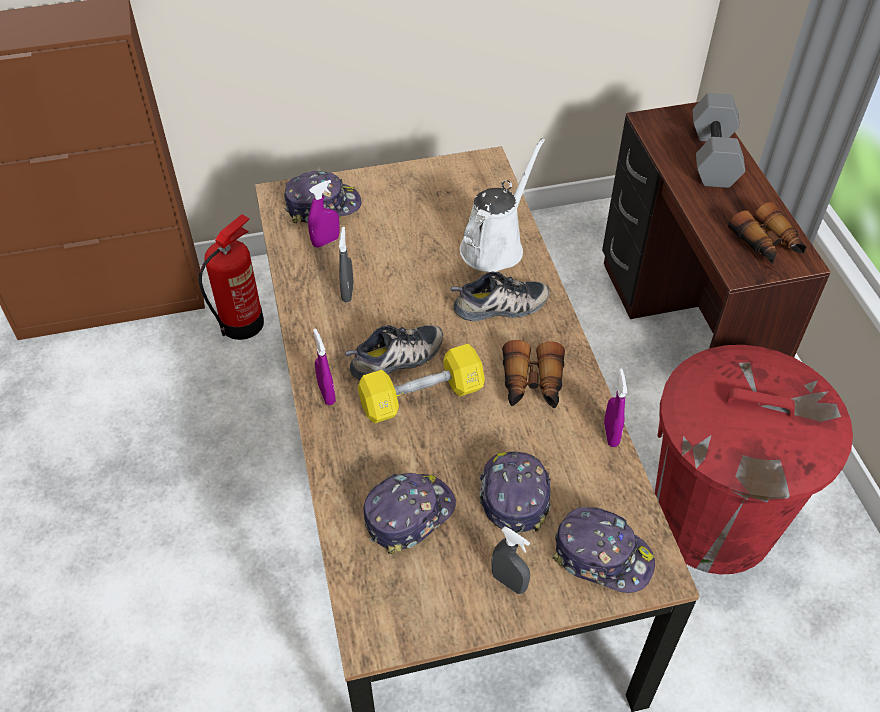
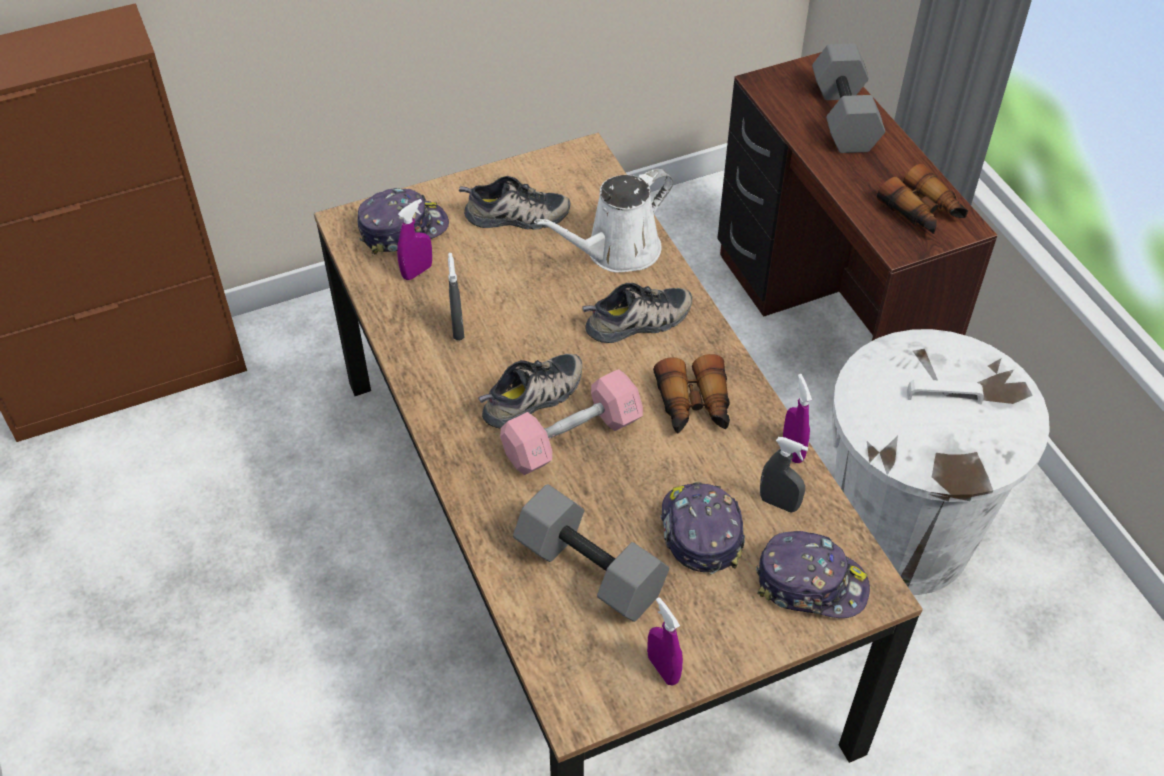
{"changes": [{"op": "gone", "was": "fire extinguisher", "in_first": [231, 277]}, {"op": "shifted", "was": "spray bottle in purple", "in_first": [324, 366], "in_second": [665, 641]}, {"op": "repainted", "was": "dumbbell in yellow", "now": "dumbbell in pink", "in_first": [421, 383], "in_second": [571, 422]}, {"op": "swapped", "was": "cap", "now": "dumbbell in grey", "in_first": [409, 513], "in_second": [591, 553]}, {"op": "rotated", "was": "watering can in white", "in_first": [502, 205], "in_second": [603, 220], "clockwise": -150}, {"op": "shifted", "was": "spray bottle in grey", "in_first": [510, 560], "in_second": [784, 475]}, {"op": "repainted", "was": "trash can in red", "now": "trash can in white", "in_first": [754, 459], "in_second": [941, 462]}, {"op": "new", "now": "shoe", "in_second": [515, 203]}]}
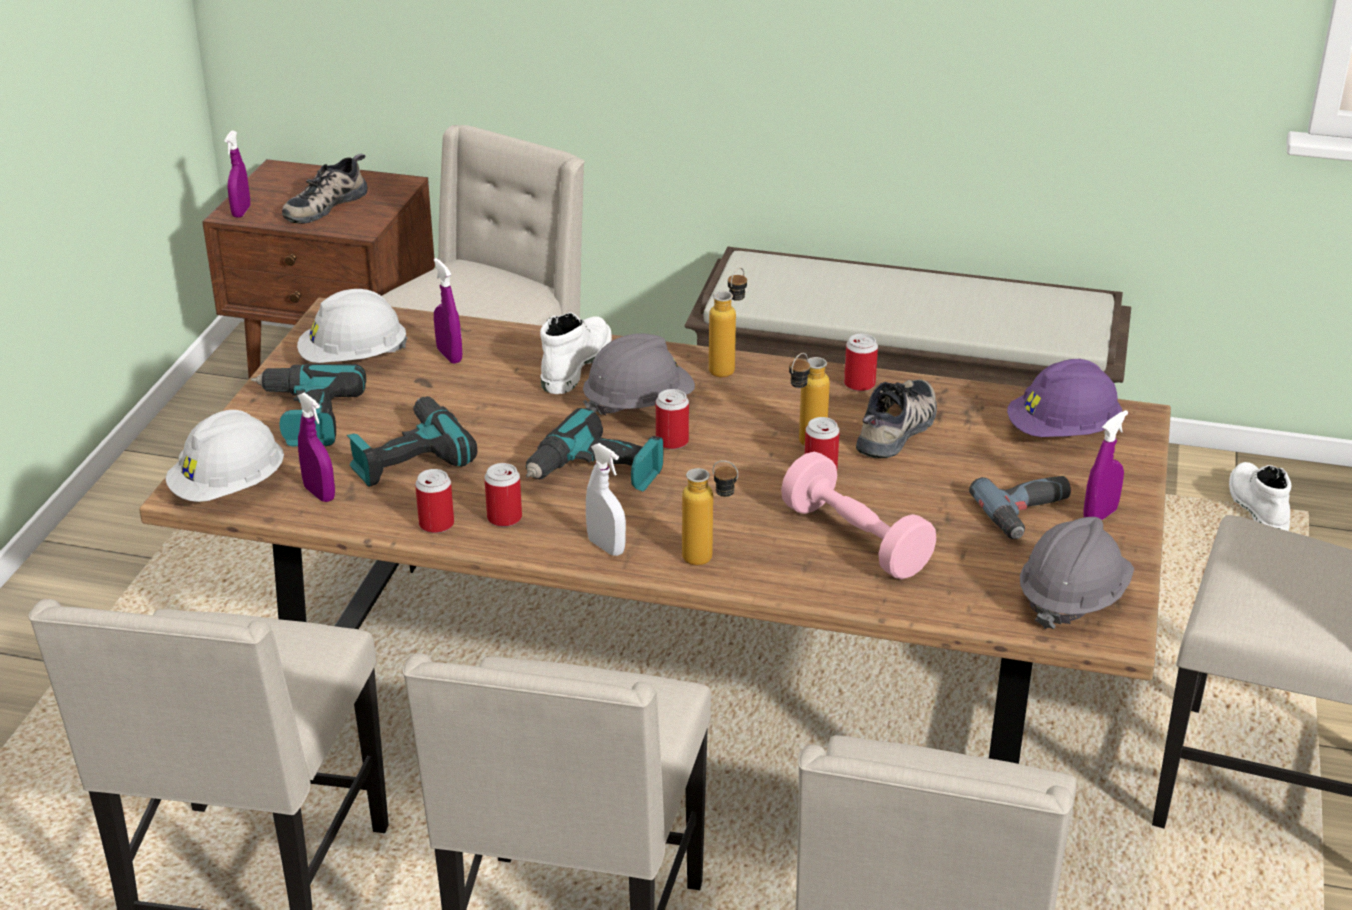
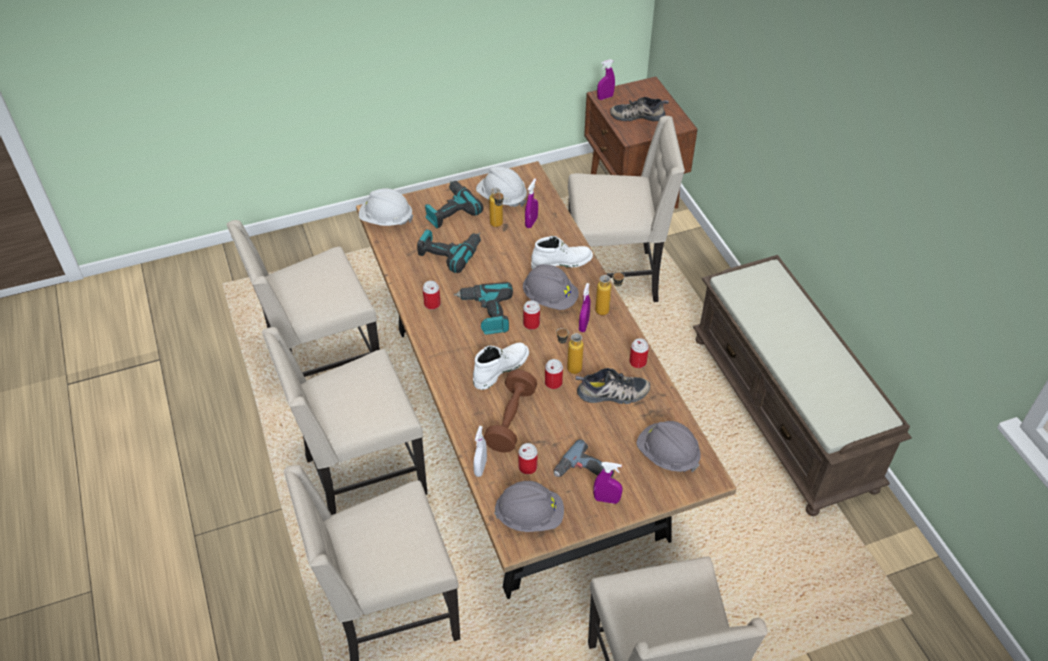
{"changes": [{"op": "shifted", "was": "spray bottle in purple", "in_first": [316, 447], "in_second": [584, 307]}, {"op": "shifted", "was": "can", "in_first": [434, 501], "in_second": [527, 458]}, {"op": "shifted", "was": "spray bottle in white", "in_first": [606, 499], "in_second": [480, 451]}, {"op": "shifted", "was": "bottle", "in_first": [710, 512], "in_second": [496, 207]}, {"op": "repainted", "was": "dumbbell in pink", "now": "dumbbell in brown", "in_first": [858, 515], "in_second": [510, 411]}, {"op": "repainted", "was": "hard hat in purple", "now": "hard hat in grey", "in_first": [1064, 398], "in_second": [668, 446]}, {"op": "shifted", "was": "boot in white", "in_first": [1260, 496], "in_second": [501, 366]}]}
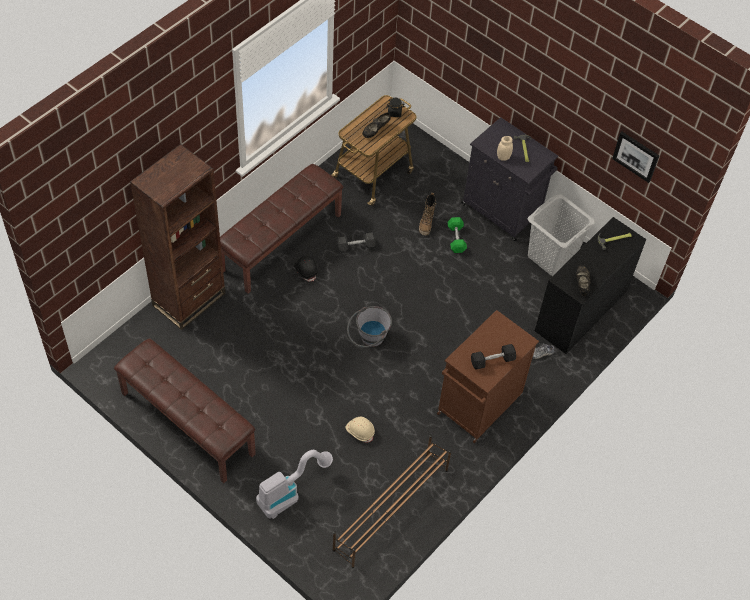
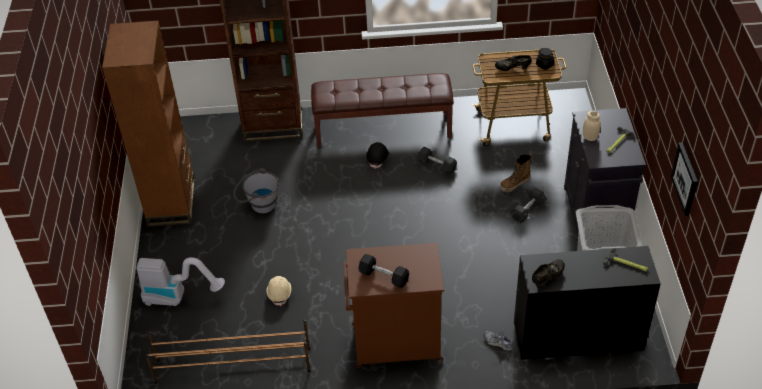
{"changes": [{"op": "swapped", "was": "bench in brown", "now": "bookcase in brown", "in_first": [185, 411], "in_second": [148, 124]}, {"op": "shifted", "was": "bucket in grey", "in_first": [369, 327], "in_second": [256, 190]}, {"op": "repainted", "was": "dumbbell in green", "now": "dumbbell in grey", "in_first": [457, 235], "in_second": [528, 205]}]}
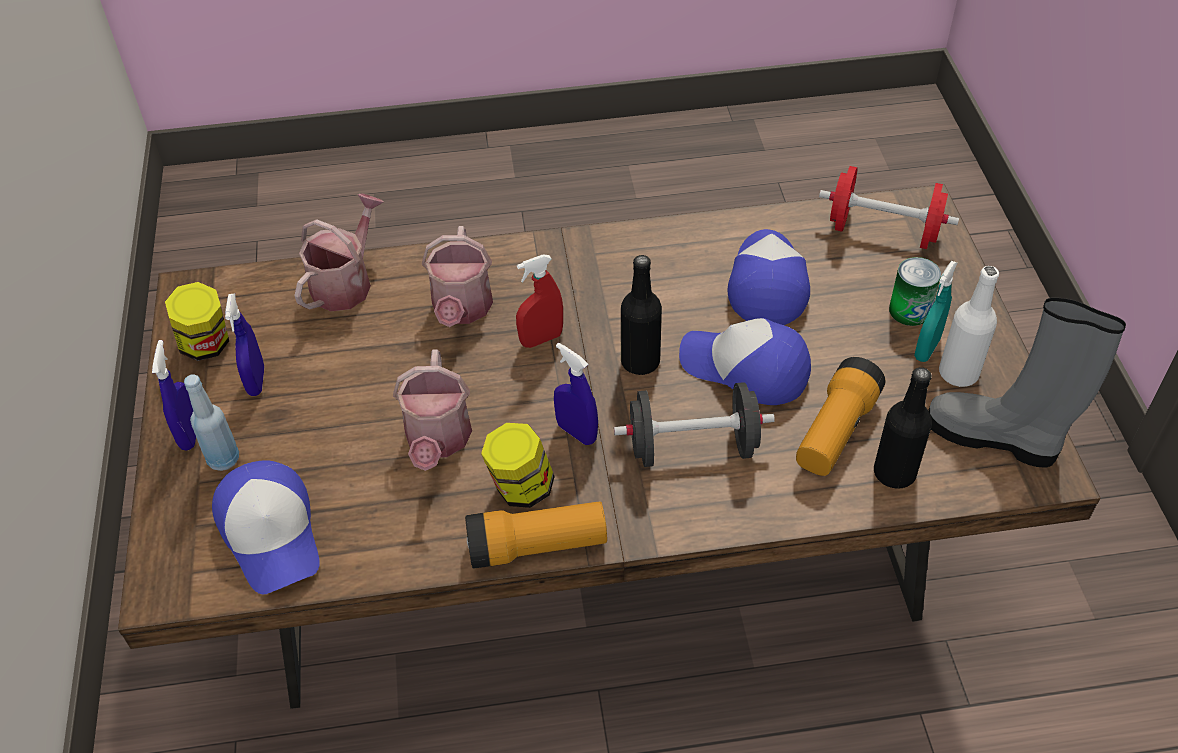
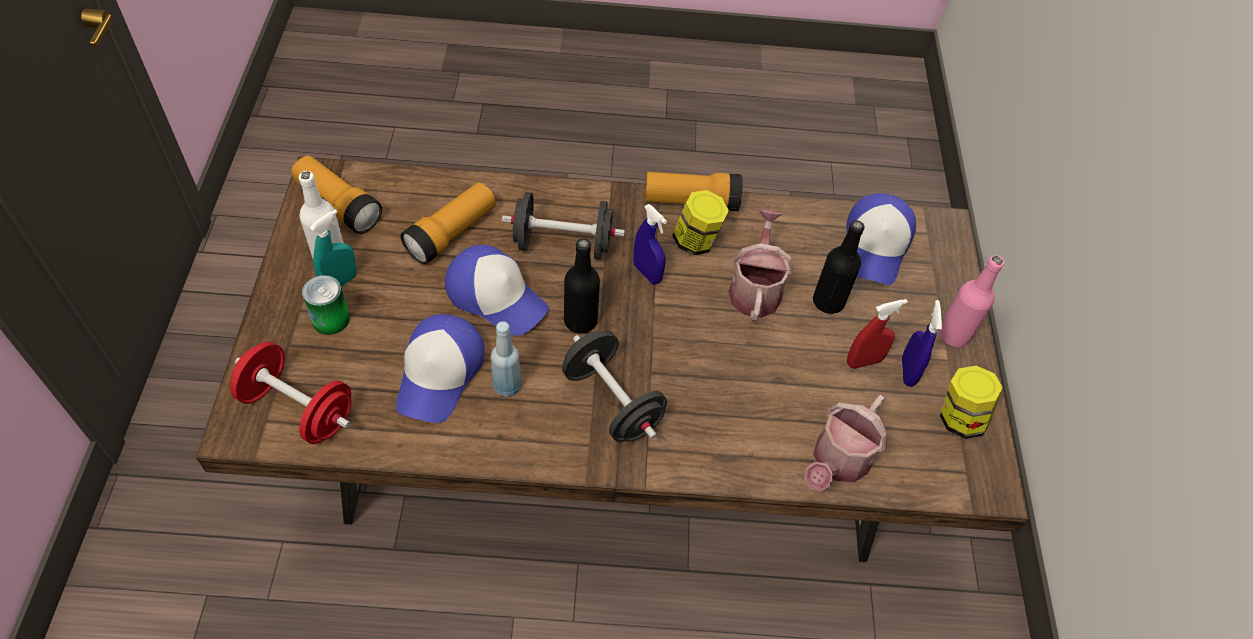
{"changes": [{"op": "swapped", "was": "spray bottle in blue", "now": "bottle in pink", "in_first": [174, 395], "in_second": [971, 301]}, {"op": "shifted", "was": "bottle in blue", "in_first": [211, 423], "in_second": [506, 359]}, {"op": "rotated", "was": "cap", "in_first": [266, 527], "in_second": [881, 239], "clockwise": -150}, {"op": "gone", "was": "watering can", "in_first": [457, 276]}, {"op": "shifted", "was": "spray bottle in red", "in_first": [539, 301], "in_second": [877, 334]}, {"op": "shifted", "was": "bottle in black", "in_first": [903, 428], "in_second": [838, 267]}, {"op": "swapped", "was": "boot in grey", "now": "flashlight", "in_first": [1027, 382], "in_second": [336, 194]}, {"op": "new", "now": "dumbbell in black", "in_second": [614, 386]}]}
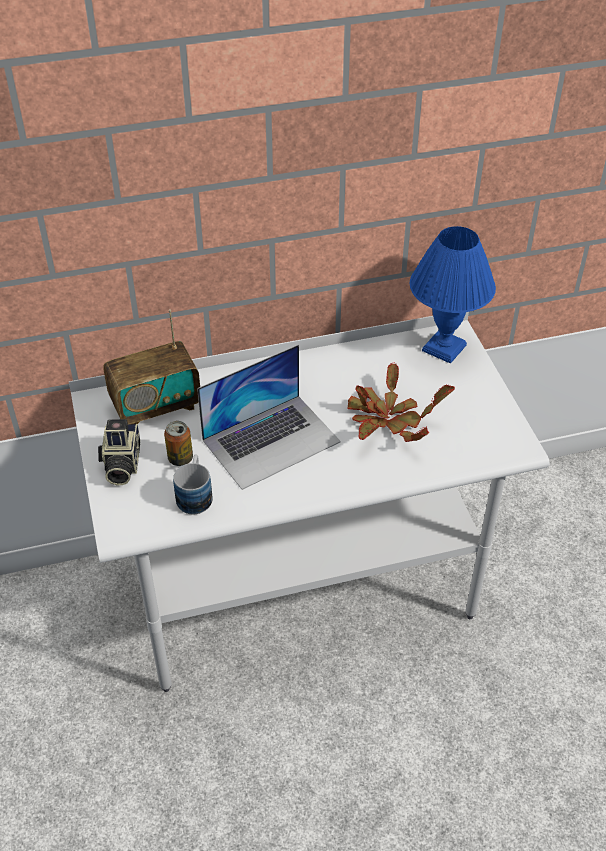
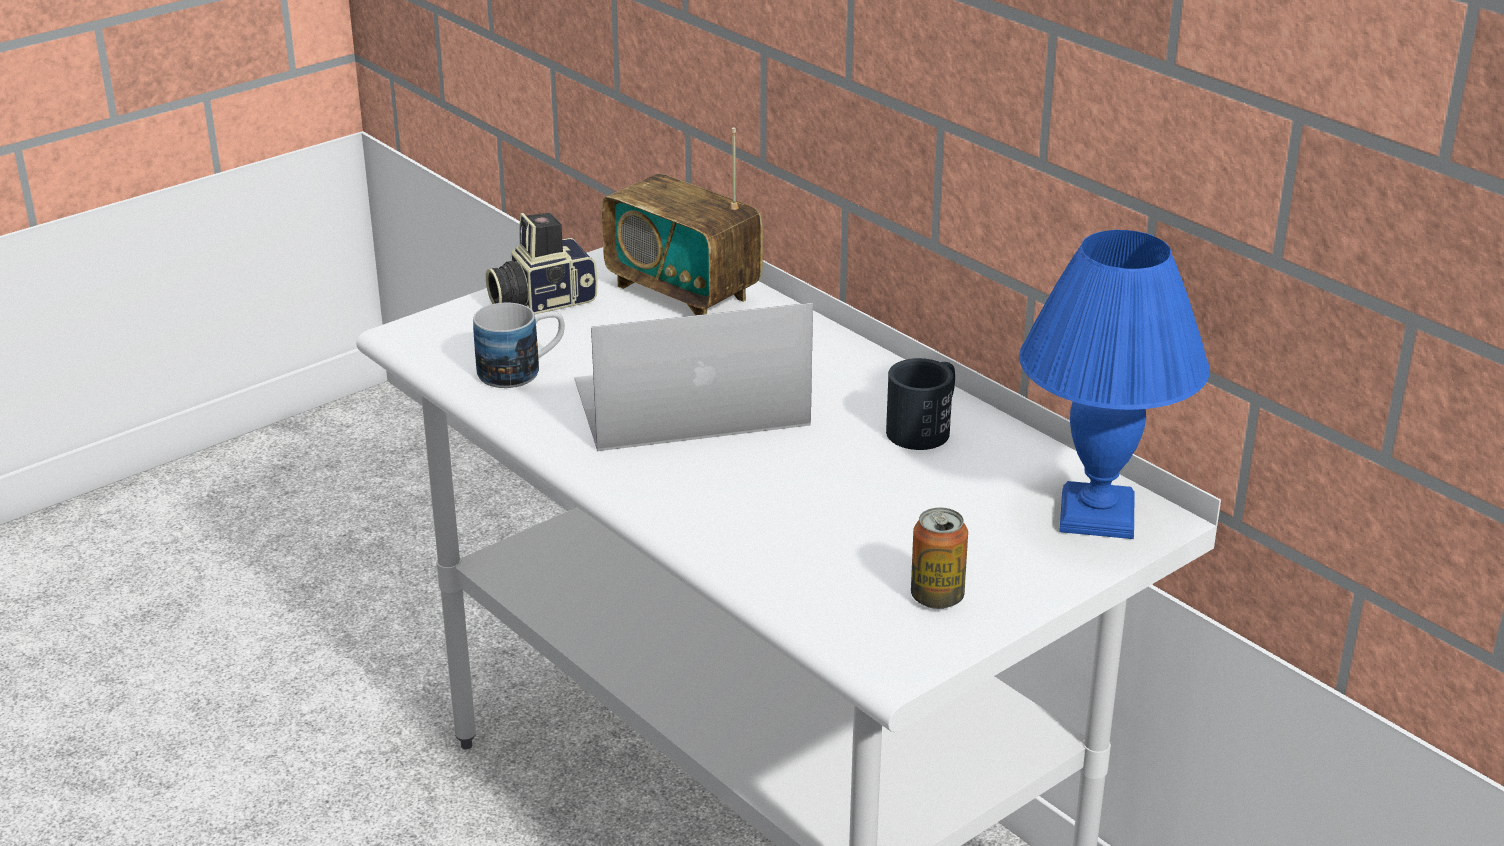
{"changes": [{"op": "shifted", "was": "can", "in_first": [178, 443], "in_second": [939, 558]}, {"op": "rotated", "was": "laptop", "in_first": [269, 417], "in_second": [693, 377], "clockwise": 135}, {"op": "gone", "was": "potted plant", "in_first": [401, 402]}, {"op": "new", "now": "mug in black", "in_second": [920, 404]}]}
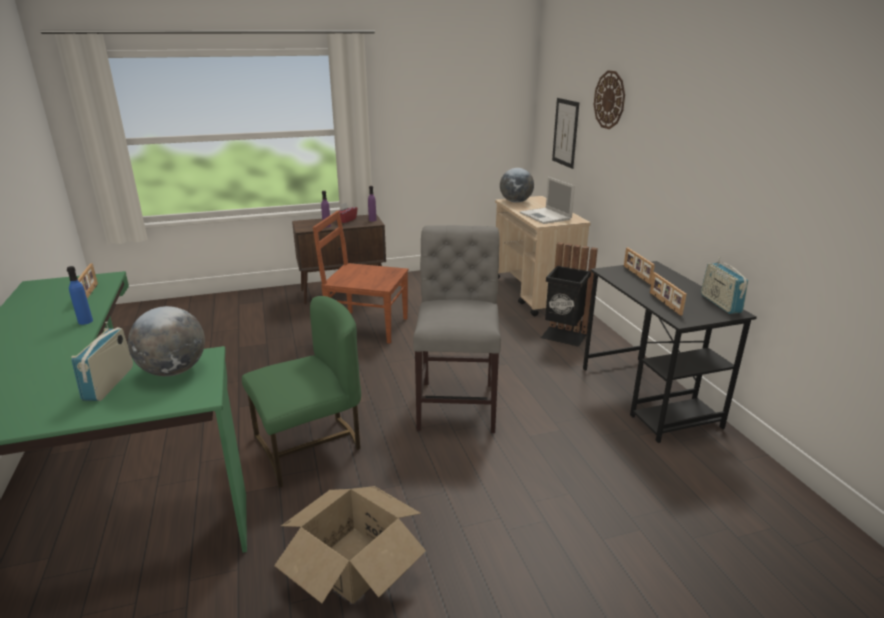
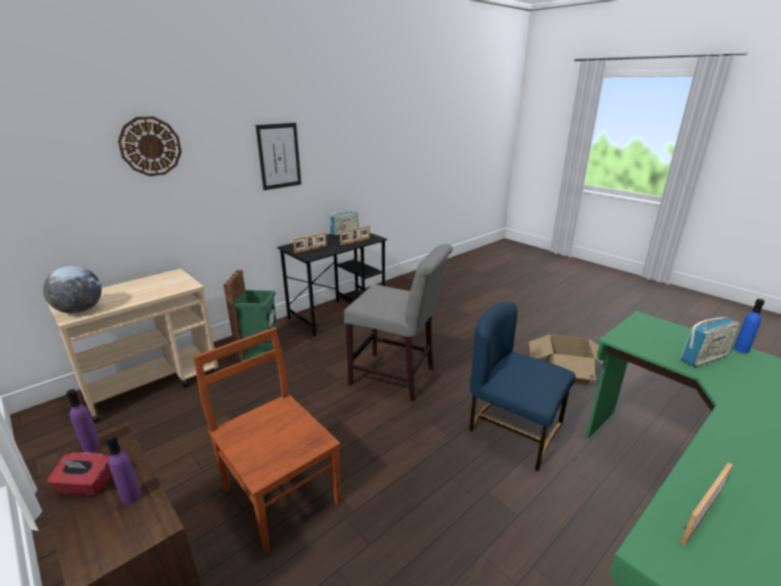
{"changes": [{"op": "shifted", "was": "bottle in blue", "in_first": [80, 295], "in_second": [749, 326]}, {"op": "gone", "was": "globe", "in_first": [166, 341]}, {"op": "repainted", "was": "chair in green", "now": "chair in blue", "in_first": [301, 392], "in_second": [522, 386]}, {"op": "rotated", "was": "chair in brown", "in_first": [360, 277], "in_second": [267, 440], "clockwise": 150}, {"op": "rotated", "was": "chair in grey", "in_first": [457, 329], "in_second": [398, 323], "clockwise": -135}, {"op": "gone", "was": "laptop", "in_first": [547, 200]}, {"op": "repainted", "was": "trash can in black", "now": "trash can in green", "in_first": [569, 294], "in_second": [250, 316]}, {"op": "shifted", "was": "picture", "in_first": [565, 133], "in_second": [278, 156]}]}
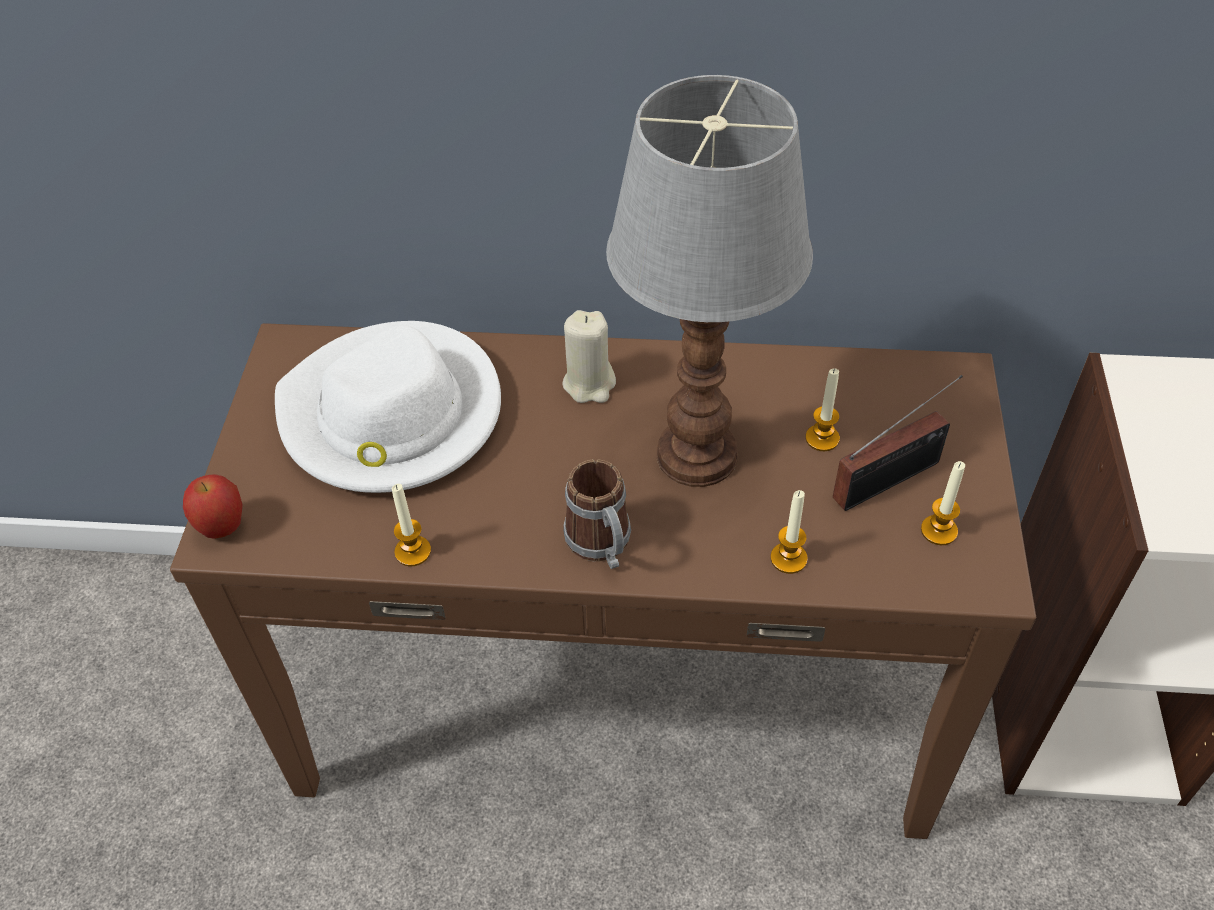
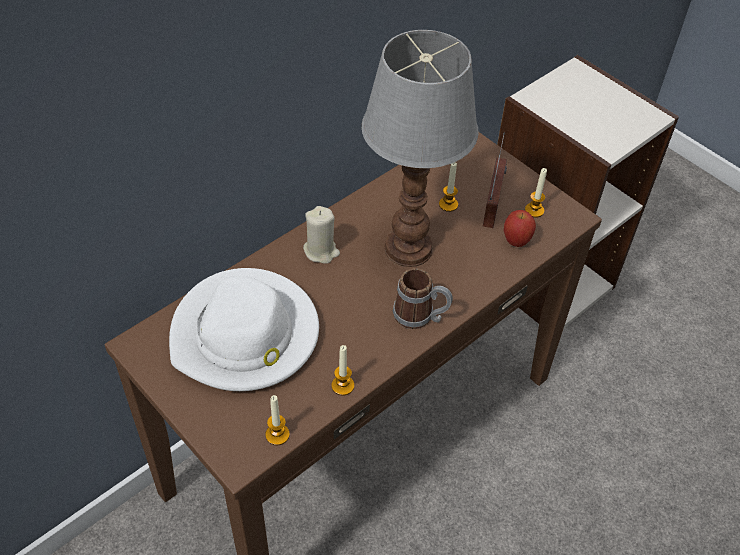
{"changes": [{"op": "shifted", "was": "apple", "in_first": [213, 506], "in_second": [519, 228]}, {"op": "shifted", "was": "candle", "in_first": [789, 532], "in_second": [277, 420]}]}
